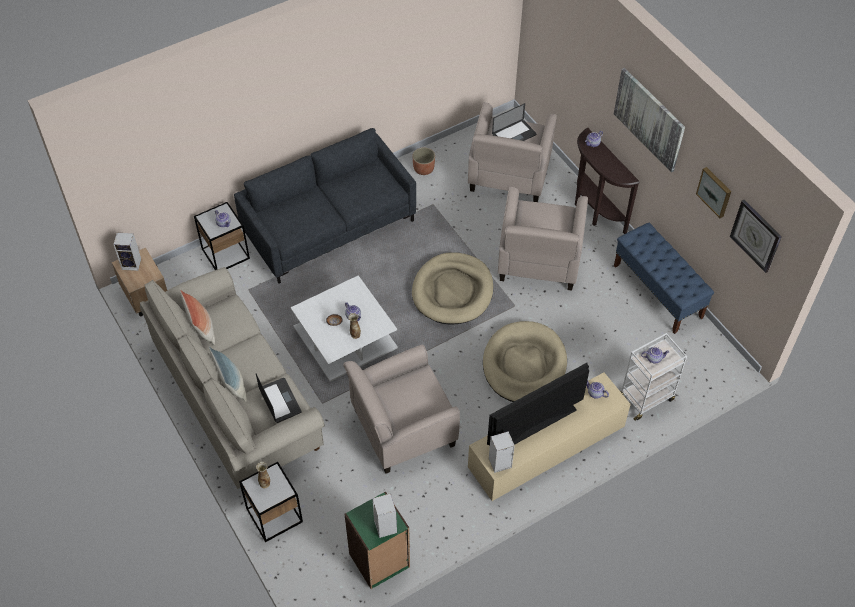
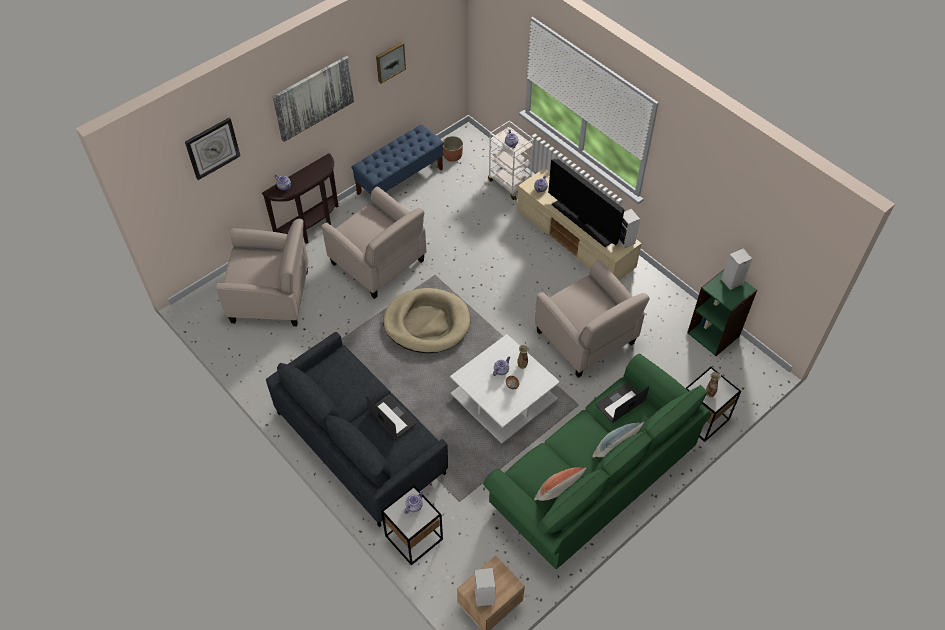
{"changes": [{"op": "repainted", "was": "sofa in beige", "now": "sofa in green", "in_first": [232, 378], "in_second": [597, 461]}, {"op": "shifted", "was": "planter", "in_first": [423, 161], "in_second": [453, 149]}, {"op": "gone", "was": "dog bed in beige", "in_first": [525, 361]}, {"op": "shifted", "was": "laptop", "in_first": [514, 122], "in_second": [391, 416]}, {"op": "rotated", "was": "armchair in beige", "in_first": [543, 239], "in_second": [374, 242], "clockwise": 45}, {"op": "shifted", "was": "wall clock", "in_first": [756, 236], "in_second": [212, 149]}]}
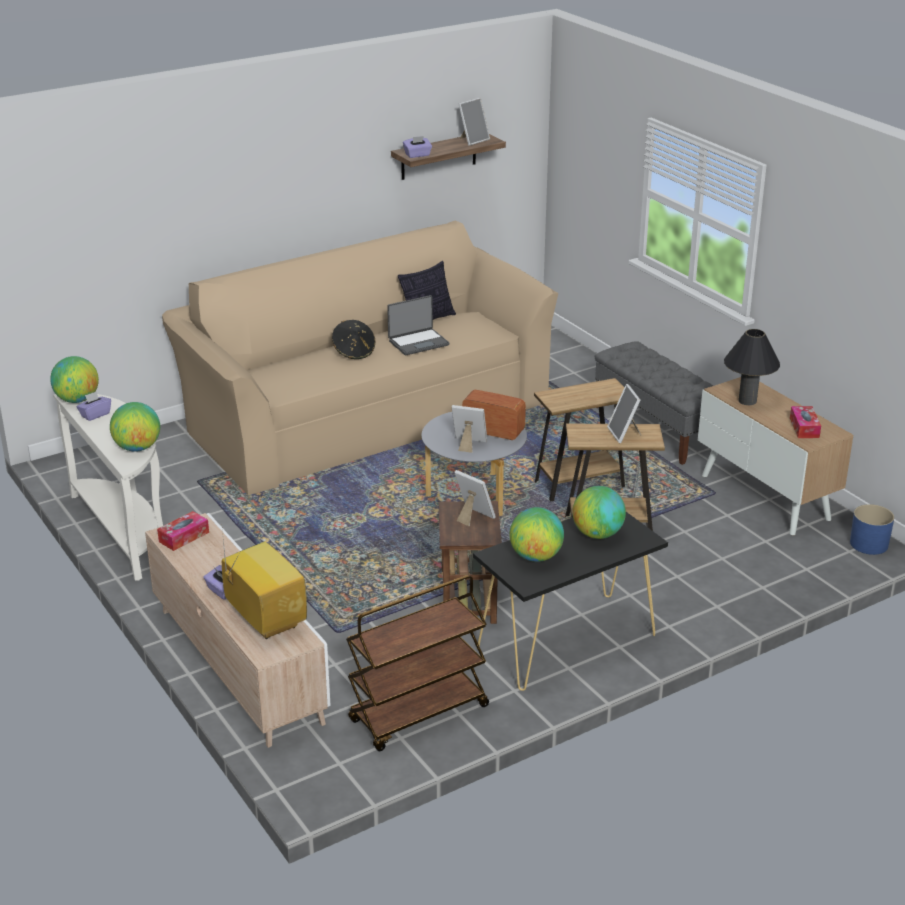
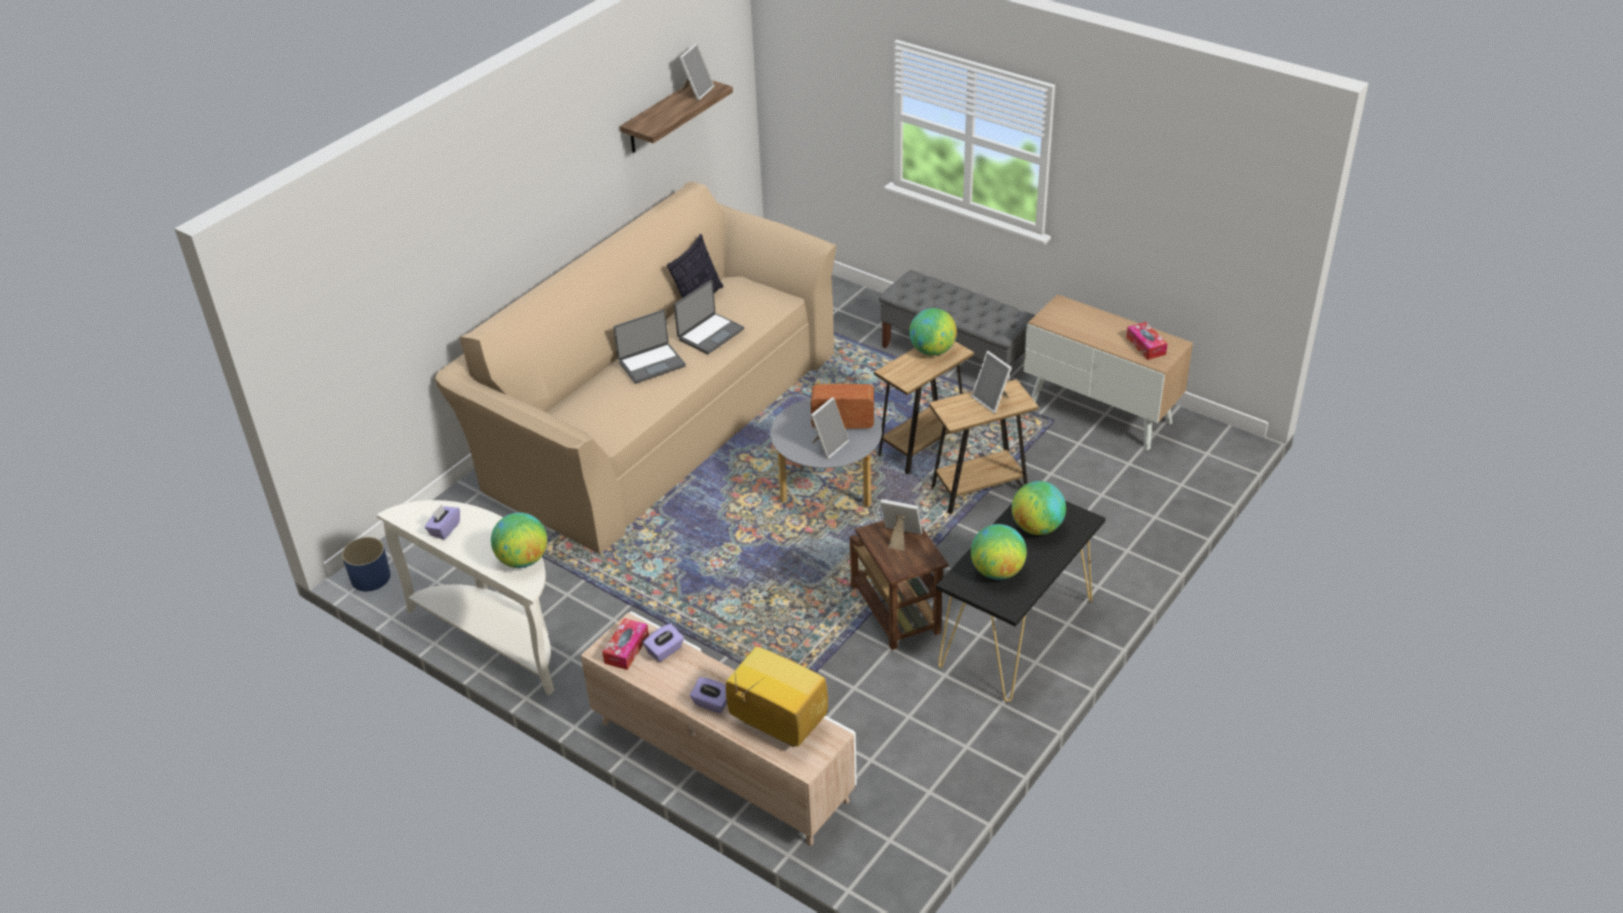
{"changes": [{"op": "shifted", "was": "globe", "in_first": [74, 379], "in_second": [933, 332]}, {"op": "swapped", "was": "hat in black", "now": "laptop", "in_first": [353, 339], "in_second": [650, 347]}, {"op": "gone", "was": "cart in brown", "in_first": [417, 663]}, {"op": "shifted", "was": "tissue box in purple", "in_first": [417, 147], "in_second": [663, 642]}, {"op": "rotated", "was": "picture frame", "in_first": [469, 429], "in_second": [830, 428], "clockwise": 135}, {"op": "gone", "was": "table lamp in black", "in_first": [752, 367]}, {"op": "shifted", "was": "planter in blue", "in_first": [872, 529], "in_second": [366, 564]}]}
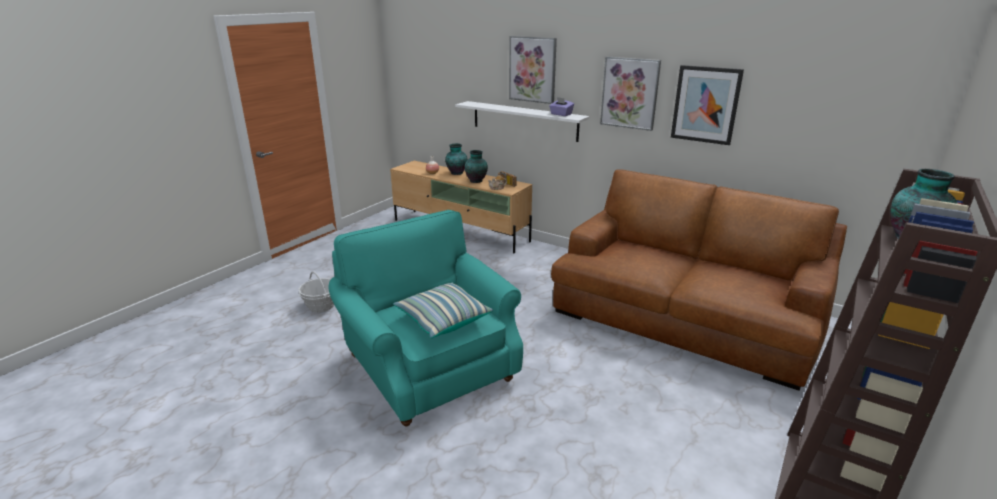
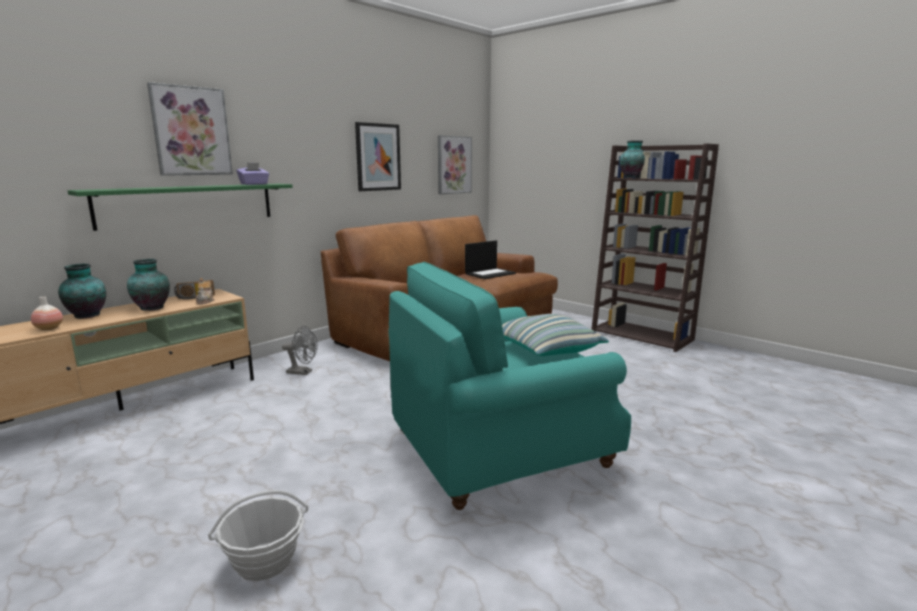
{"changes": [{"op": "repainted", "was": "shelf in white", "now": "shelf in green", "in_first": [522, 121], "in_second": [180, 207]}, {"op": "shifted", "was": "picture", "in_first": [630, 94], "in_second": [455, 164]}, {"op": "new", "now": "fan in grey", "in_second": [300, 350]}, {"op": "new", "now": "laptop", "in_second": [490, 259]}]}
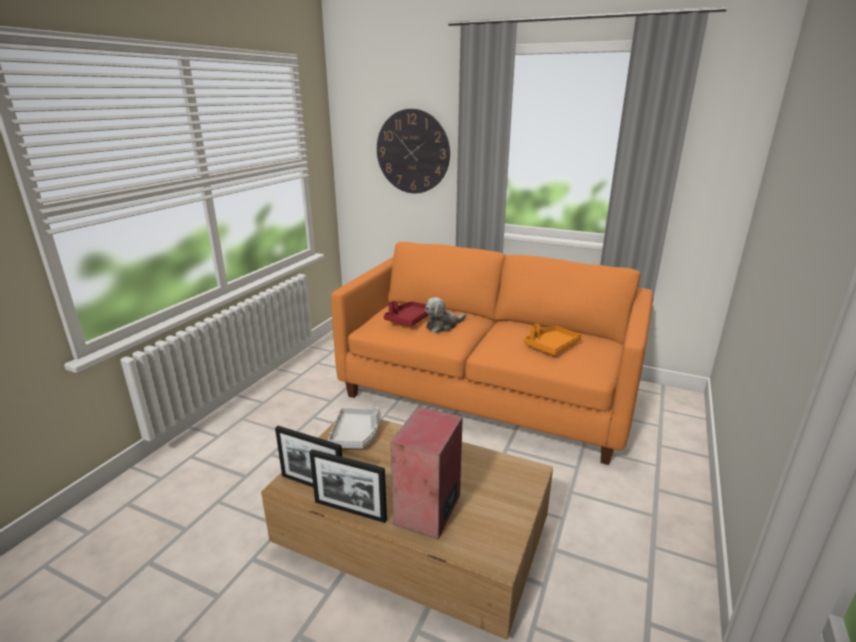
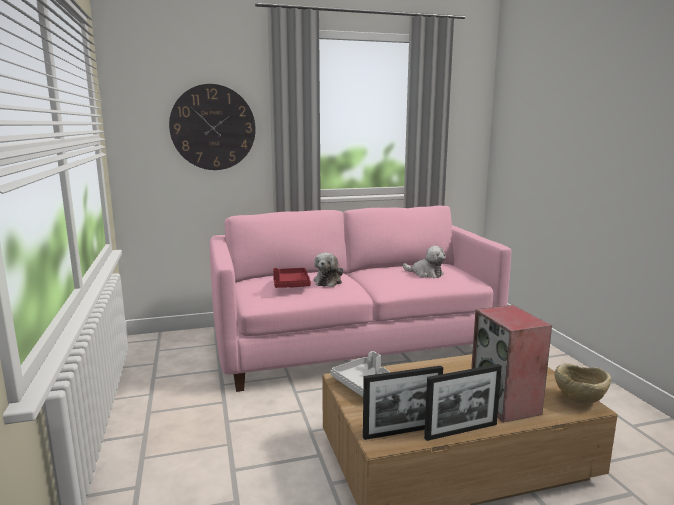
{"changes": [{"op": "repainted", "was": "sofa in orange", "now": "sofa in pink", "in_first": [492, 353], "in_second": [360, 299]}, {"op": "swapped", "was": "tray in orange", "now": "plush toy", "in_first": [552, 339], "in_second": [424, 262]}, {"op": "new", "now": "bowl in beige", "in_second": [582, 383]}]}
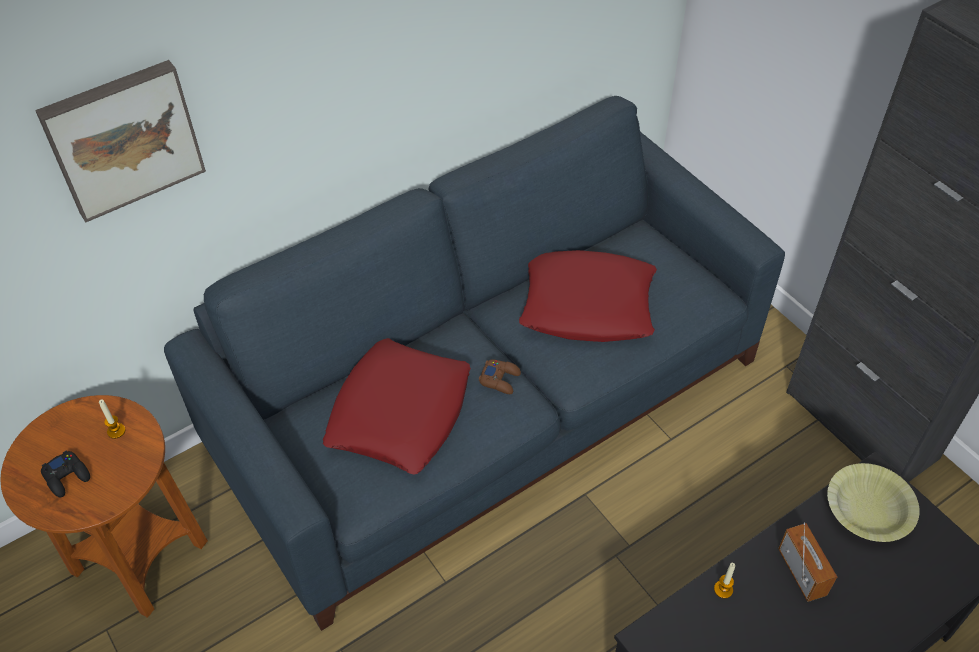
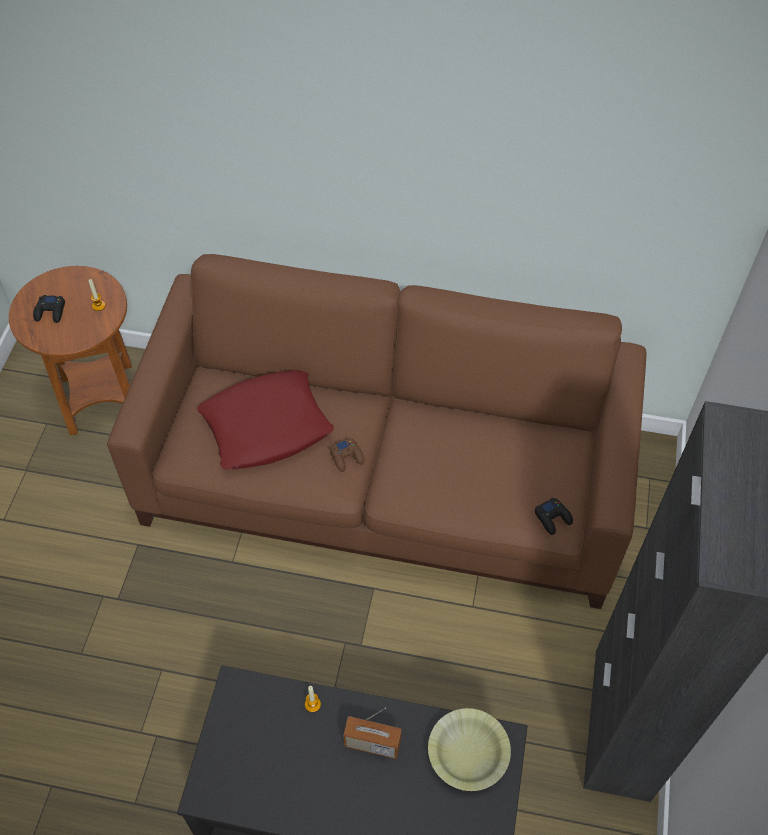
{"changes": [{"op": "gone", "was": "picture", "in_first": [120, 141]}, {"op": "repainted", "was": "sofa in blue", "now": "sofa in brown", "in_first": [474, 363], "in_second": [377, 431]}, {"op": "gone", "was": "pillow in red", "in_first": [588, 296]}, {"op": "rotated", "was": "radio", "in_first": [807, 562], "in_second": [372, 733], "clockwise": 75}, {"op": "new", "now": "game controller in black", "in_second": [554, 516]}]}
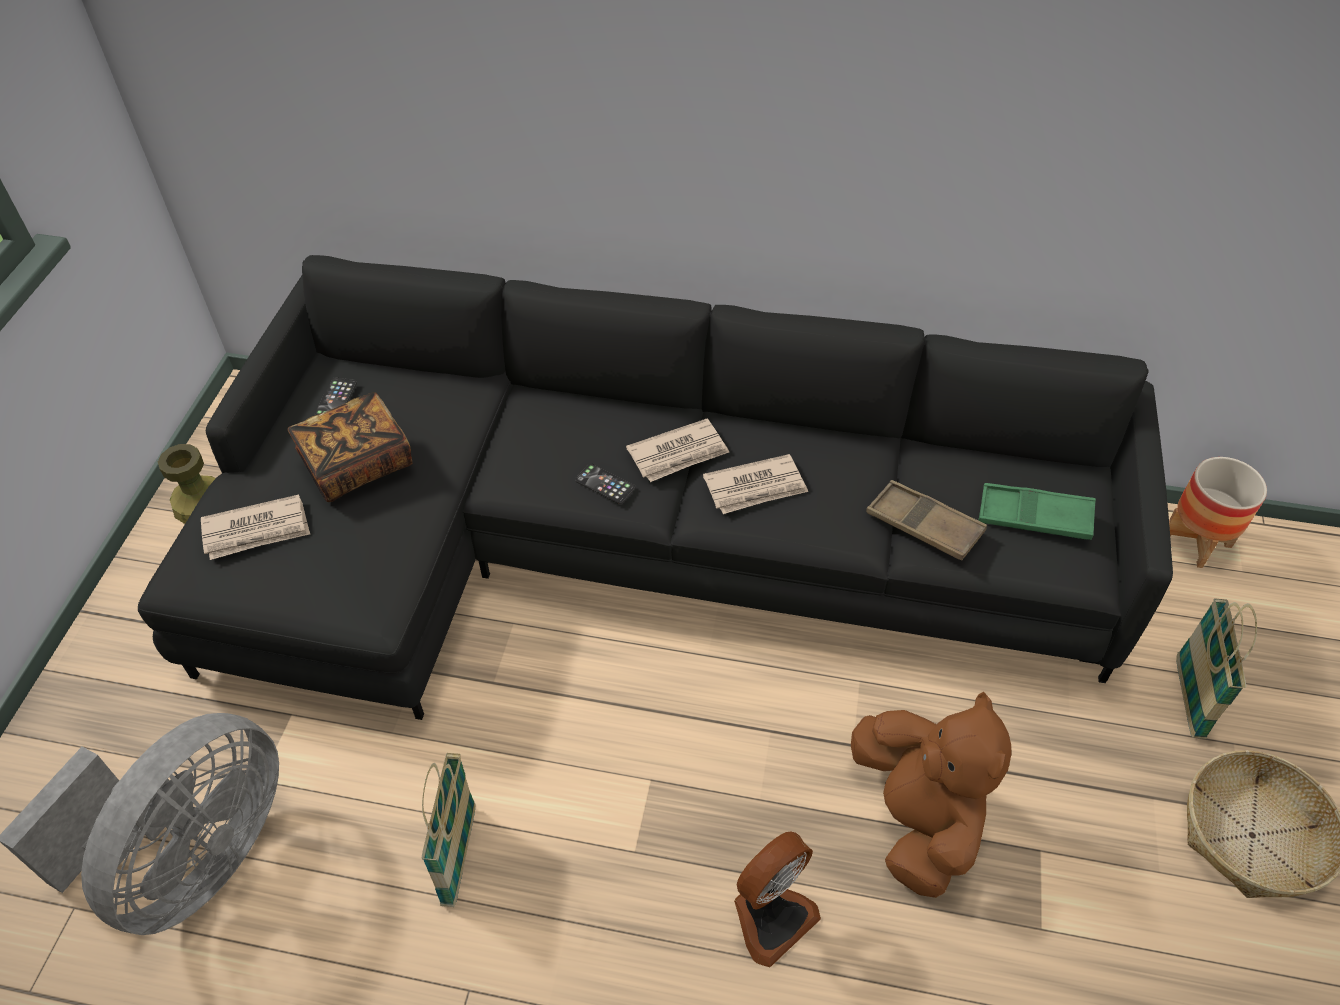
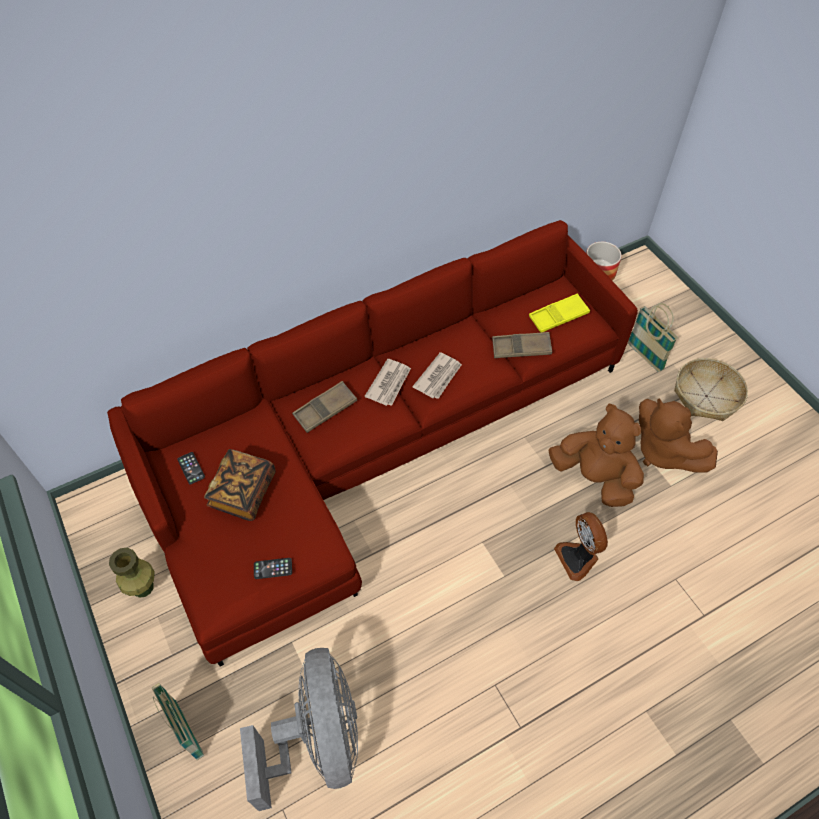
{"changes": [{"op": "repainted", "was": "sofa in black", "now": "sofa in red", "in_first": [655, 487], "in_second": [372, 443]}, {"op": "gone", "was": "newspaper", "in_first": [255, 527]}, {"op": "shifted", "was": "basket", "in_first": [448, 830], "in_second": [178, 721]}, {"op": "shifted", "was": "phone", "in_first": [605, 483], "in_second": [273, 568]}, {"op": "rotated", "was": "fan", "in_first": [777, 899], "in_second": [581, 546], "clockwise": 150}, {"op": "repainted", "was": "tray in green", "now": "tray in yellow", "in_first": [1037, 511], "in_second": [559, 313]}, {"op": "new", "now": "tray in brown", "in_second": [324, 407]}, {"op": "new", "now": "plush toy in brown", "in_second": [678, 435]}]}
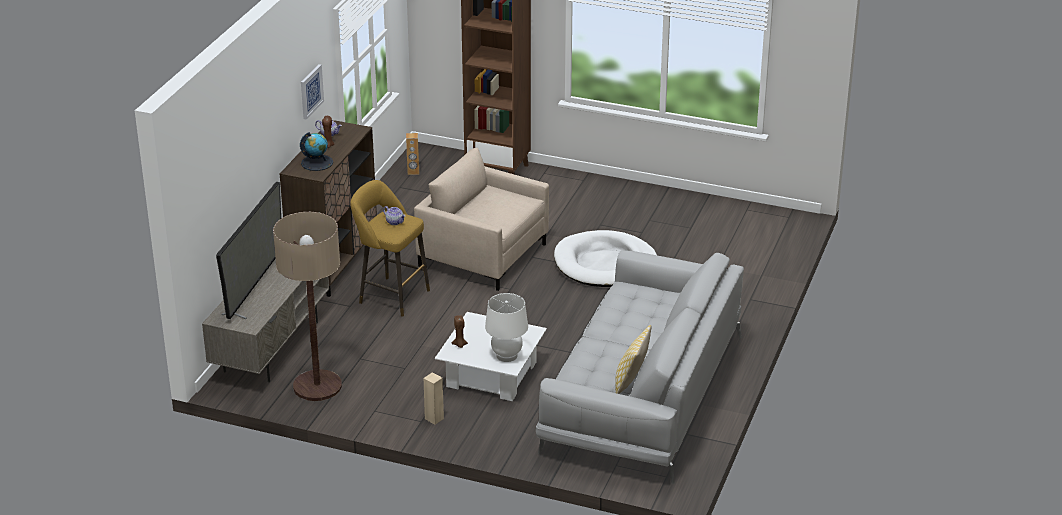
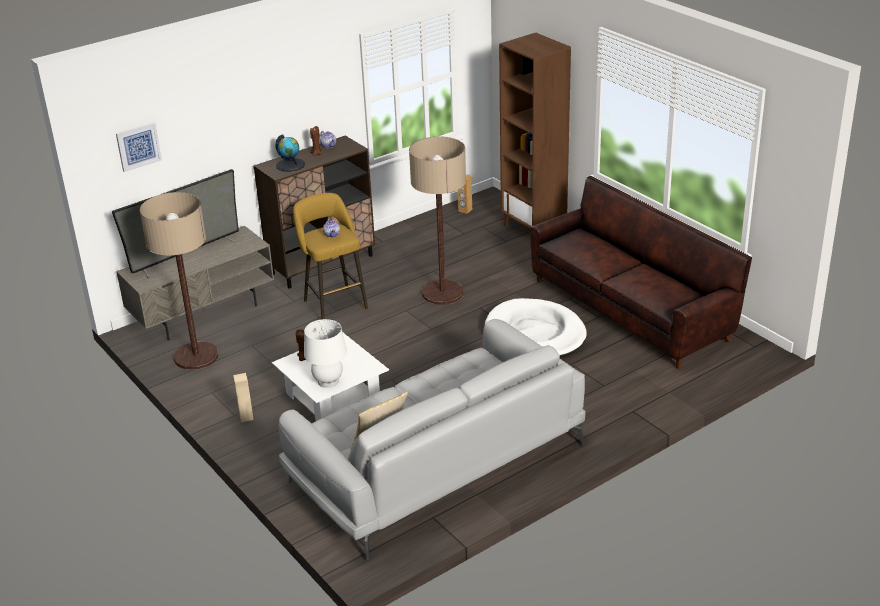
{"changes": [{"op": "shifted", "was": "picture", "in_first": [312, 92], "in_second": [139, 147]}, {"op": "swapped", "was": "armchair in beige", "now": "floor lamp", "in_first": [481, 219], "in_second": [437, 221]}, {"op": "new", "now": "sofa in brown", "in_second": [641, 272]}]}
